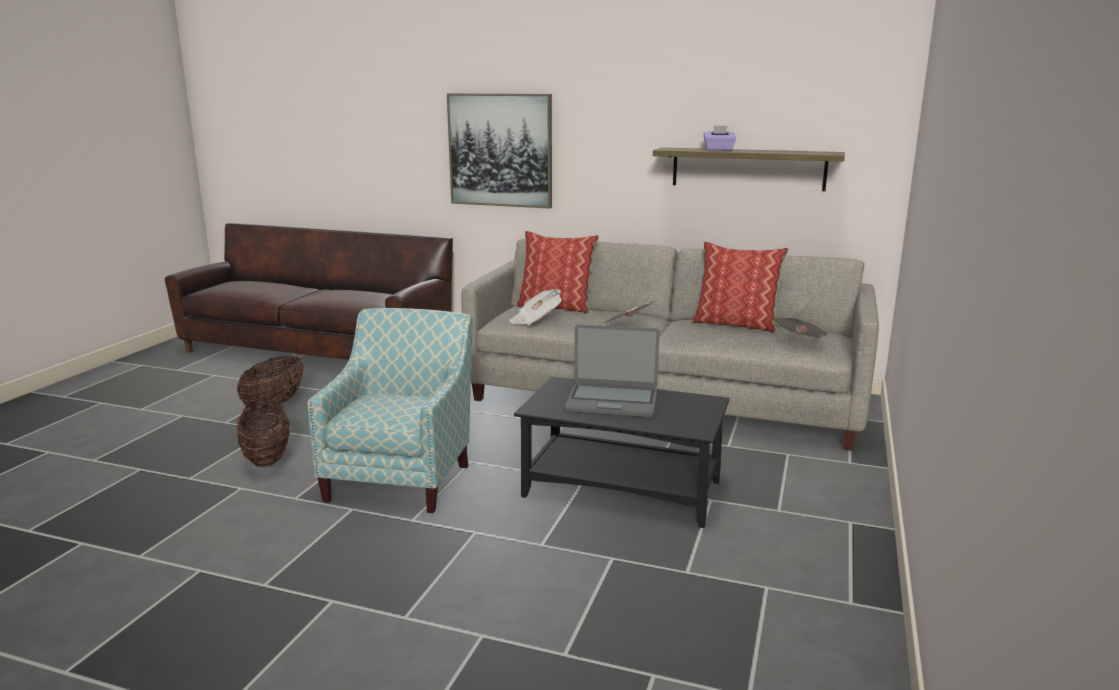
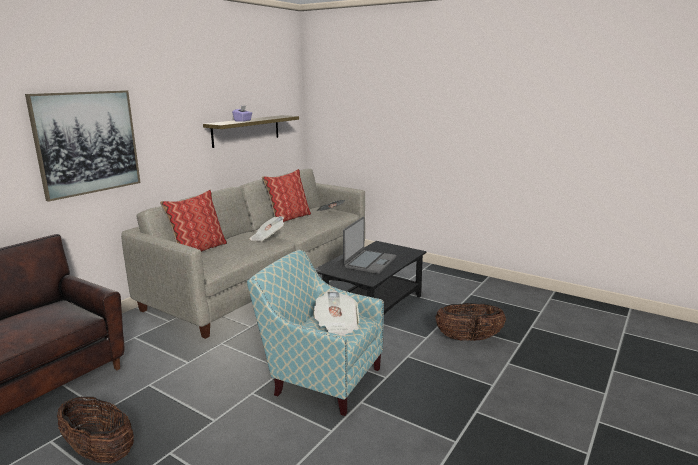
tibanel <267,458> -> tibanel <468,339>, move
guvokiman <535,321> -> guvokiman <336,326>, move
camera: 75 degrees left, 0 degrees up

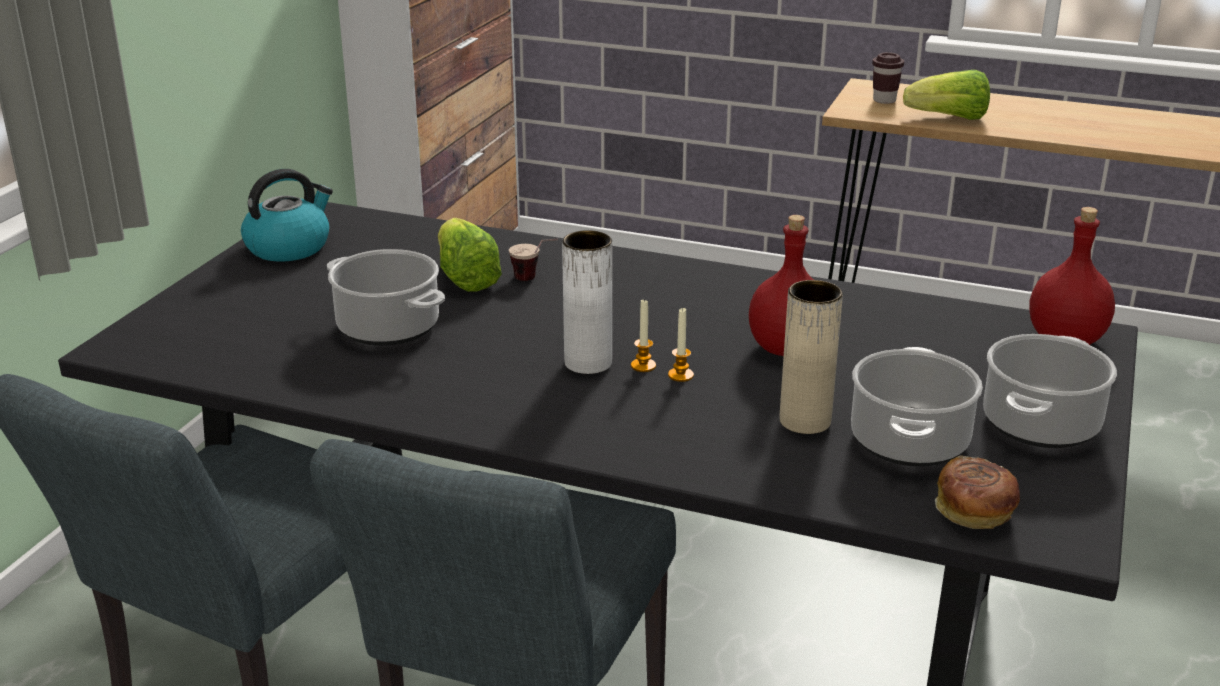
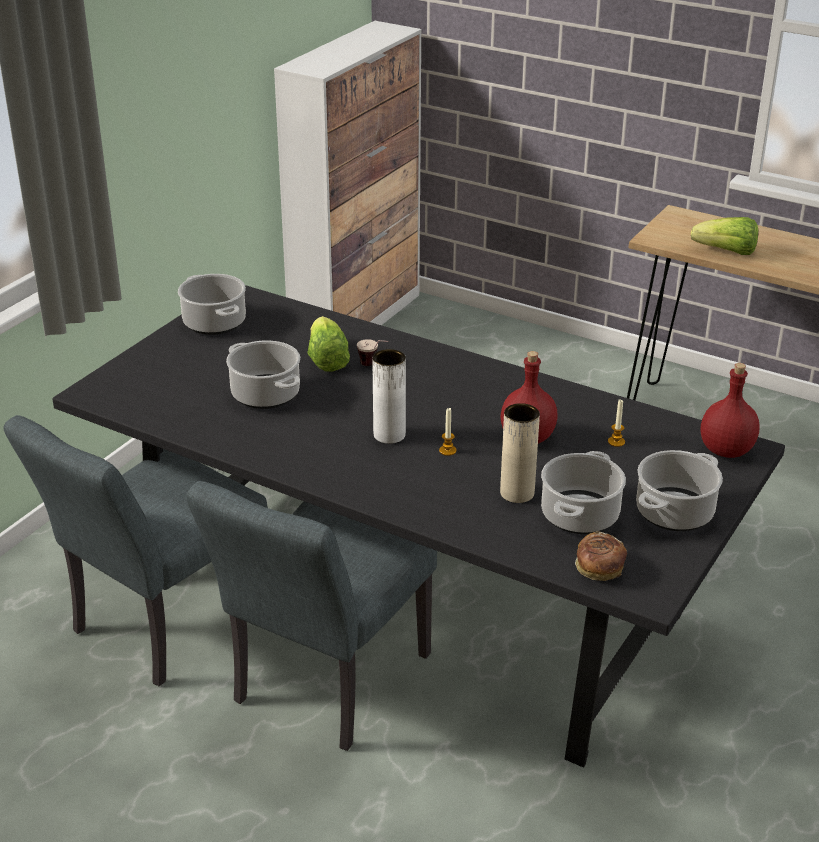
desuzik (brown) <884,100> -> none
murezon <643,366> -> murezon <616,442>, move
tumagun <289,247> -> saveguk <213,322>
camera: 10 degrees right, 5 degrees up

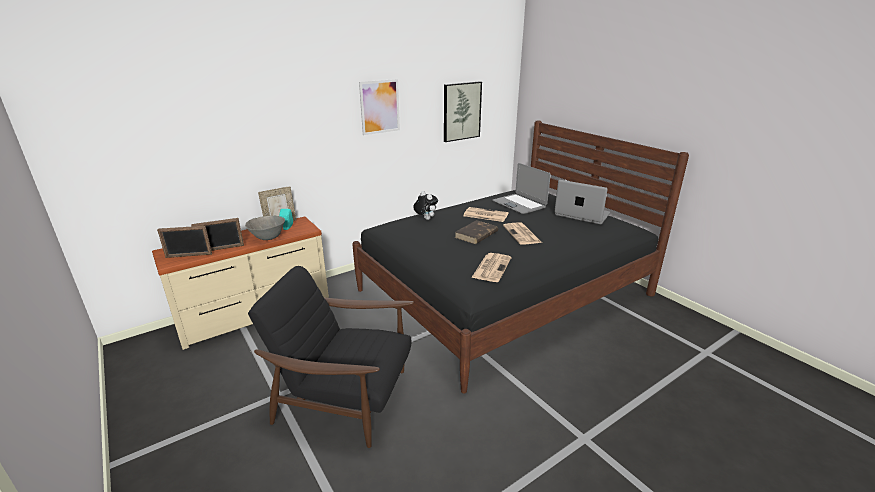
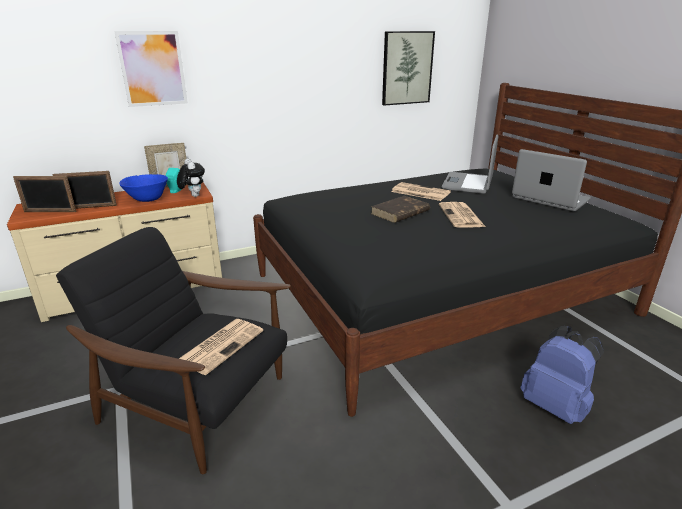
none -> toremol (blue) <555,406>
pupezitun <380,107> -> pupezitun <152,69>, move
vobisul <425,219> -> vobisul <193,196>, move
guvokiman <491,267> -> guvokiman <221,345>, move
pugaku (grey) <268,238> -> pugaku (blue) <147,200>
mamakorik <519,204> -> mamakorik <468,183>, 45 degrees clockwise
camera: 10 degrees right, 0 degrees up

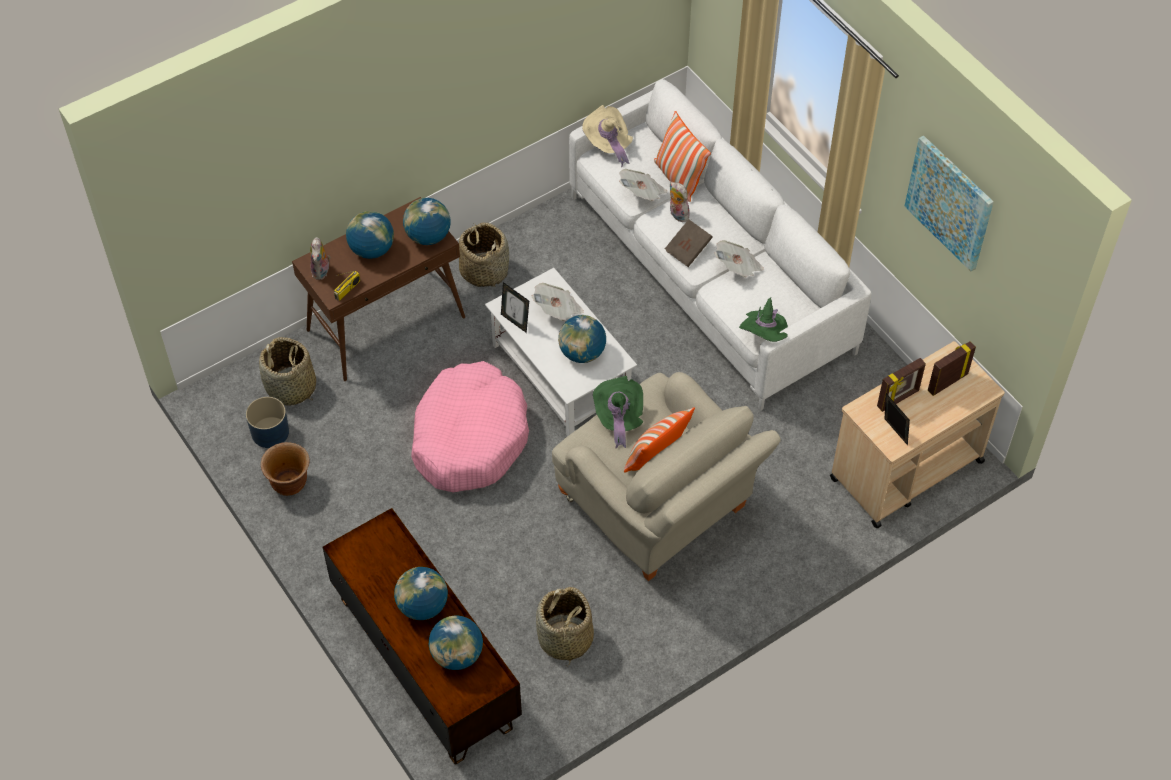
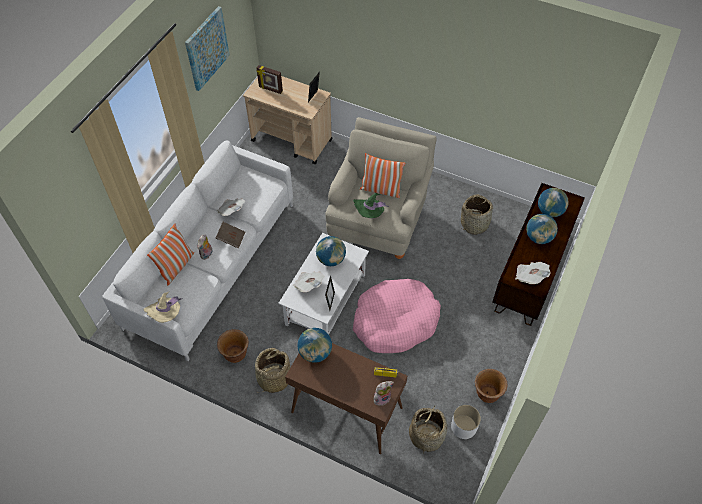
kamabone <372,249> -> none
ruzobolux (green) <764,335> -> none
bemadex <898,399> -> none
none -> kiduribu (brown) <235,354>
guvokiman <642,193> -> guvokiman <530,276>, move
kiduribu (blue) <270,432> -> kiduribu (white) <463,427>
camera: 120 degrees left, 0 degrees up

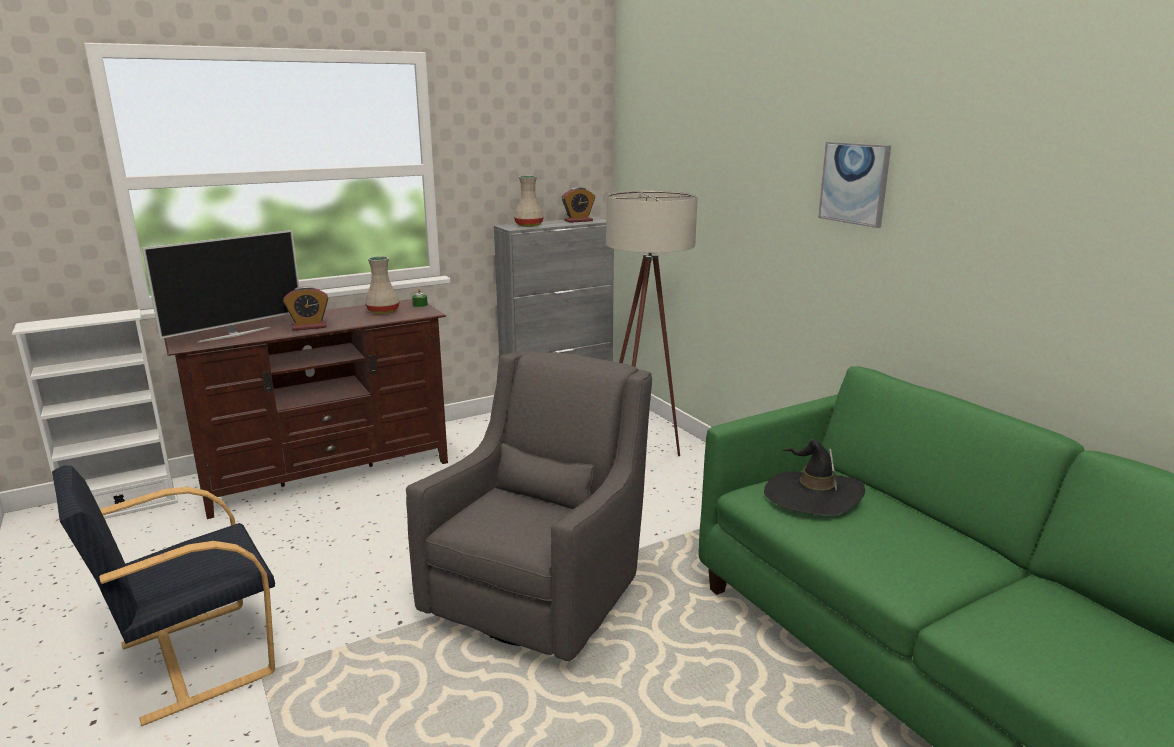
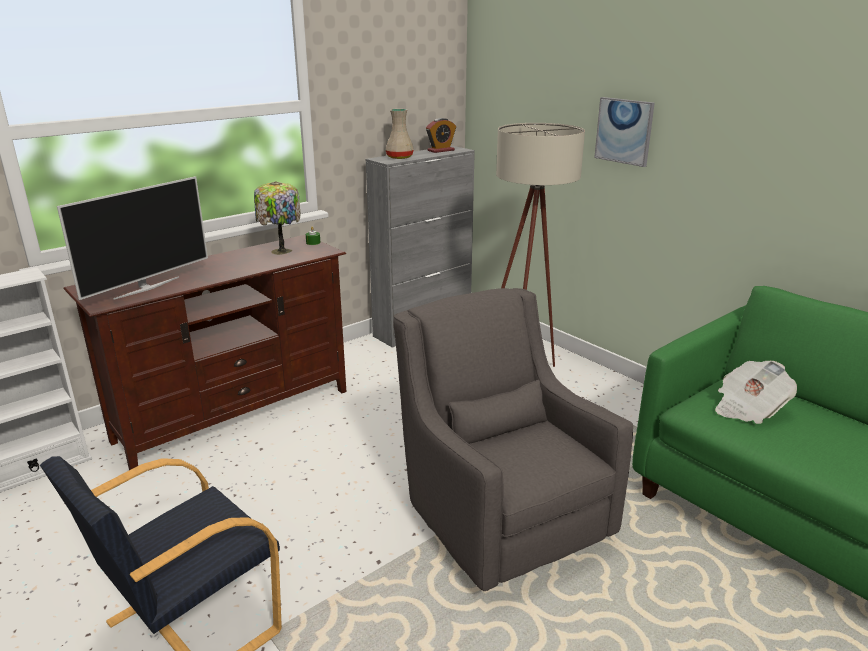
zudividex <309,327> -> none
pupezitun <854,183> -> pupezitun <624,131>, move
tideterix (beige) <382,311> -> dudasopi <280,252>
ruzobolux (black) <812,496> -> guvokiman <748,408>
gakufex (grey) <542,597> -> gakufex (grey) <499,519>, 45 degrees counterclockwise
camera: 10 degrees left, 5 degrees up

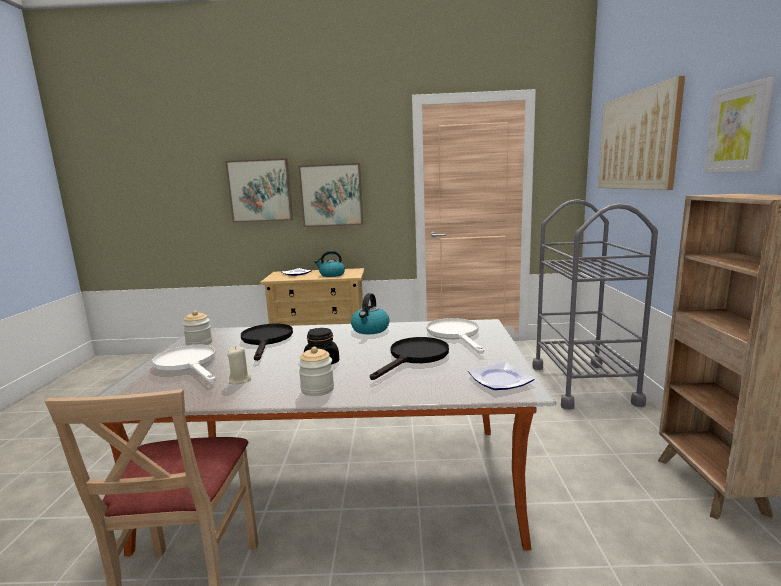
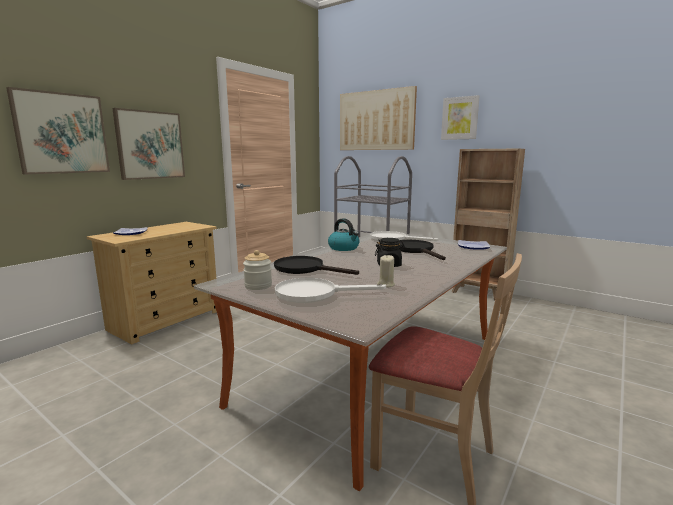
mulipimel <317,389> -> none
tumagun <331,275> -> none
camera: 55 degrees left, 0 degrees up

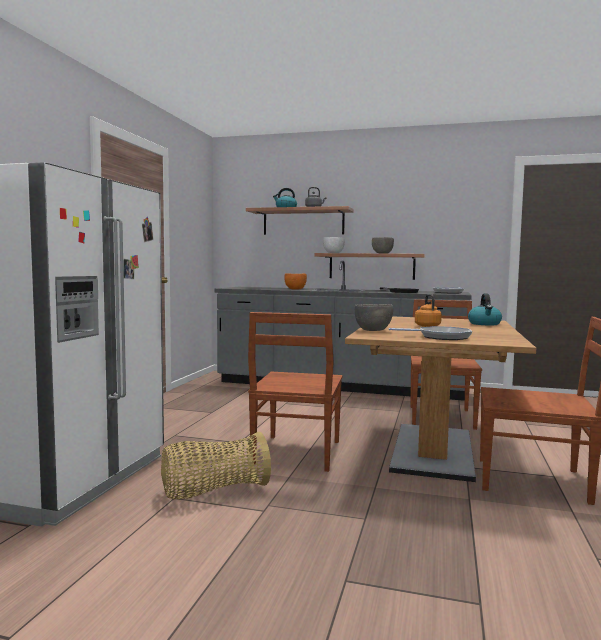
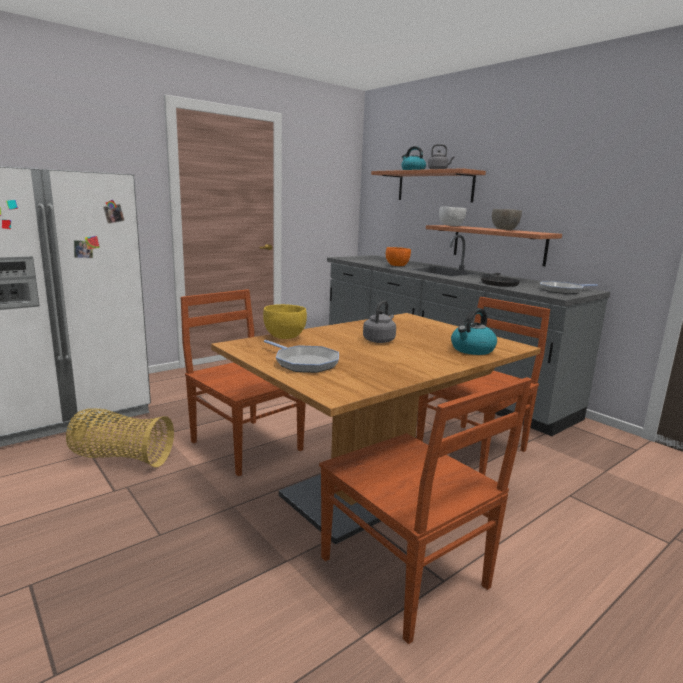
pugaku (grey) <373,330> -> pugaku (yellow) <285,337>
tumagun (orange) <427,326> -> tumagun (grey) <379,340>
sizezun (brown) <296,453> -> sizezun (brown) <245,444>, 90 degrees clockwise
camera: 35 degrees right, 10 degrees up

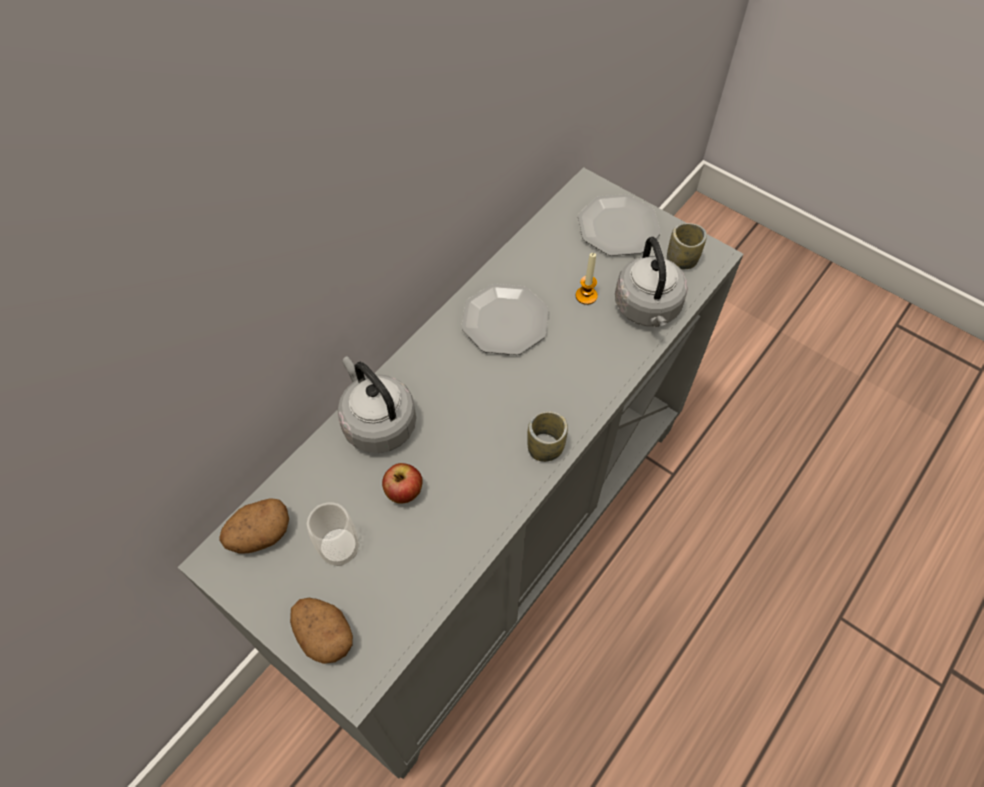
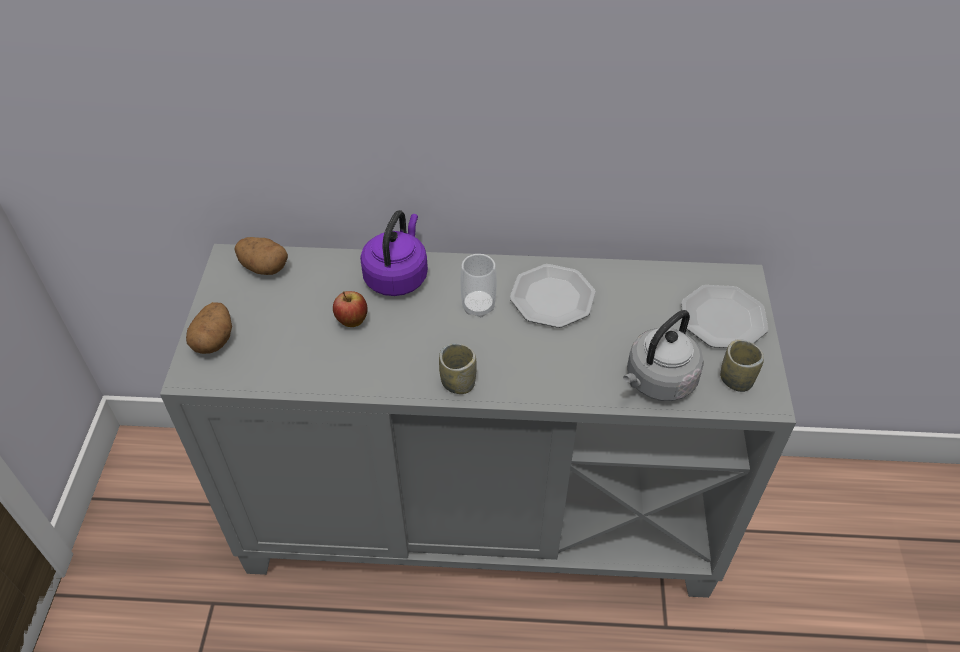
murezon <586,296> -> none
desuzik <339,548> -> desuzik <478,306>, move
tumagun (grey) <377,422> -> tumagun (purple) <397,276>
camera: 55 degrees right, 10 degrees down

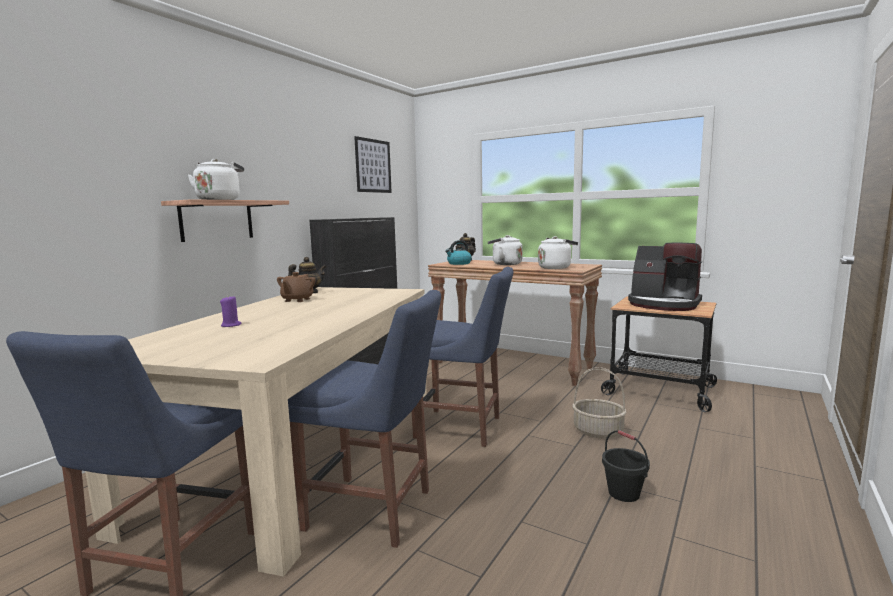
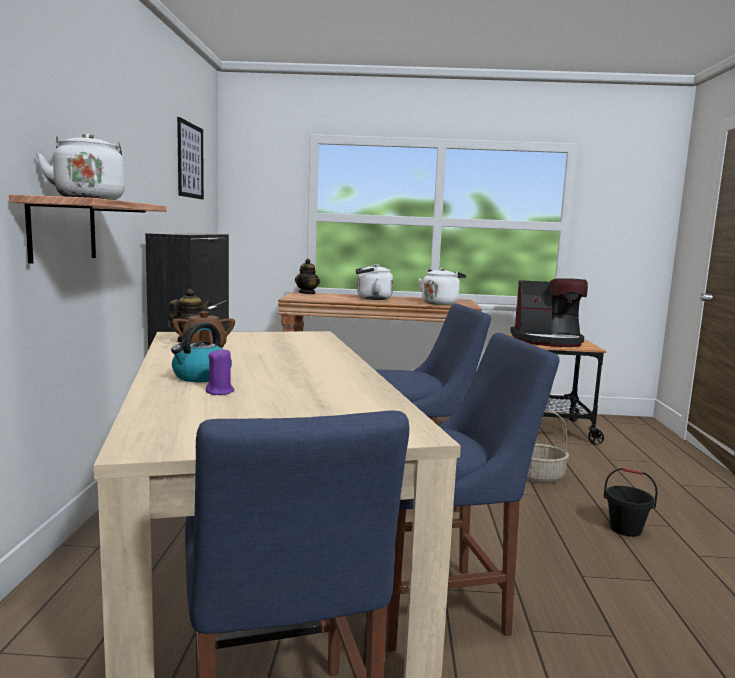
tumagun <459,263> -> tumagun <201,377>, move
camera: 30 degrees left, 0 degrees up

